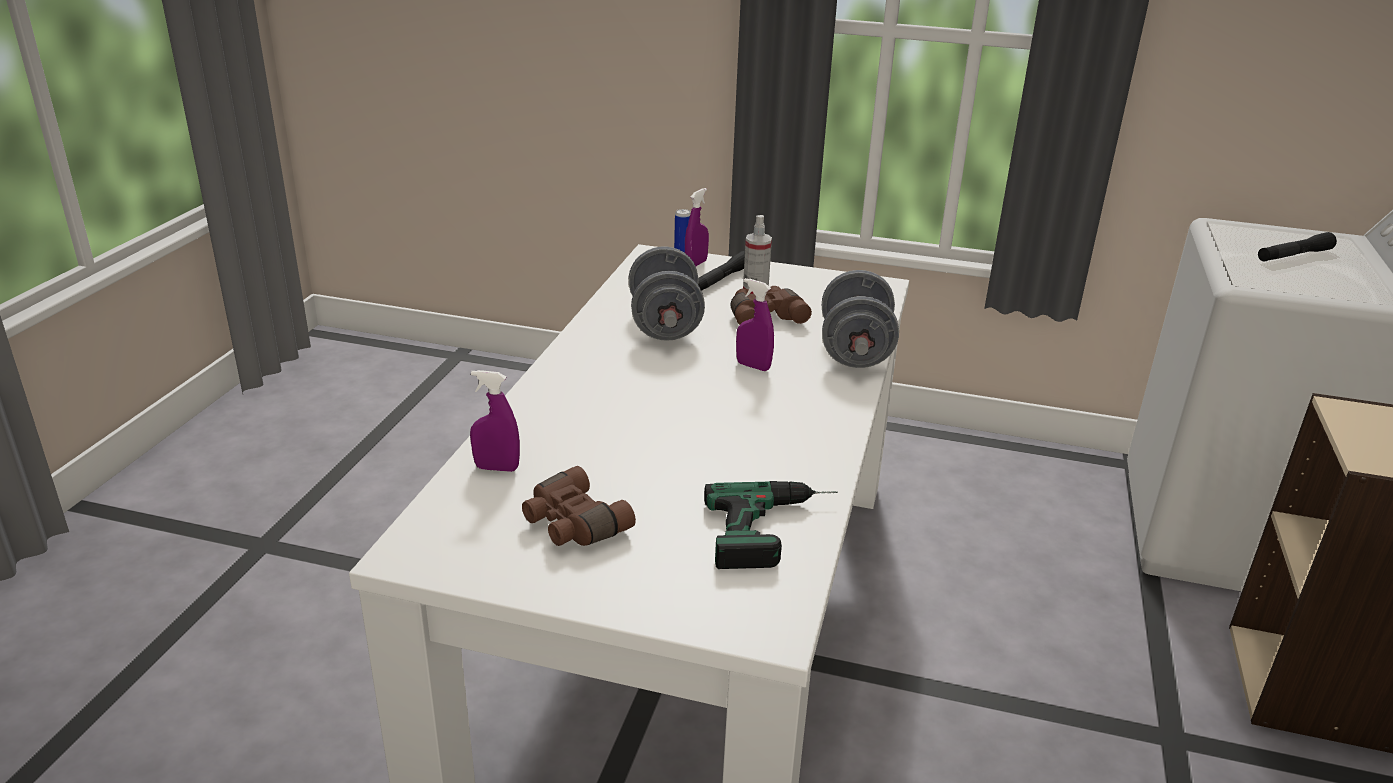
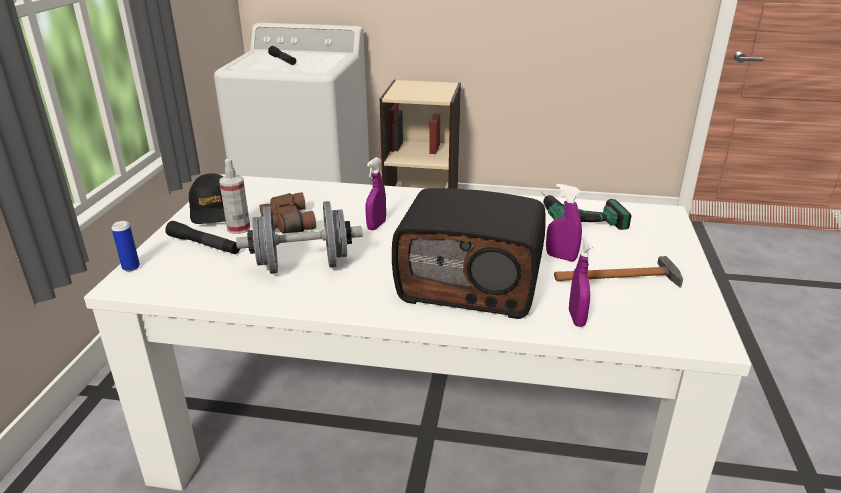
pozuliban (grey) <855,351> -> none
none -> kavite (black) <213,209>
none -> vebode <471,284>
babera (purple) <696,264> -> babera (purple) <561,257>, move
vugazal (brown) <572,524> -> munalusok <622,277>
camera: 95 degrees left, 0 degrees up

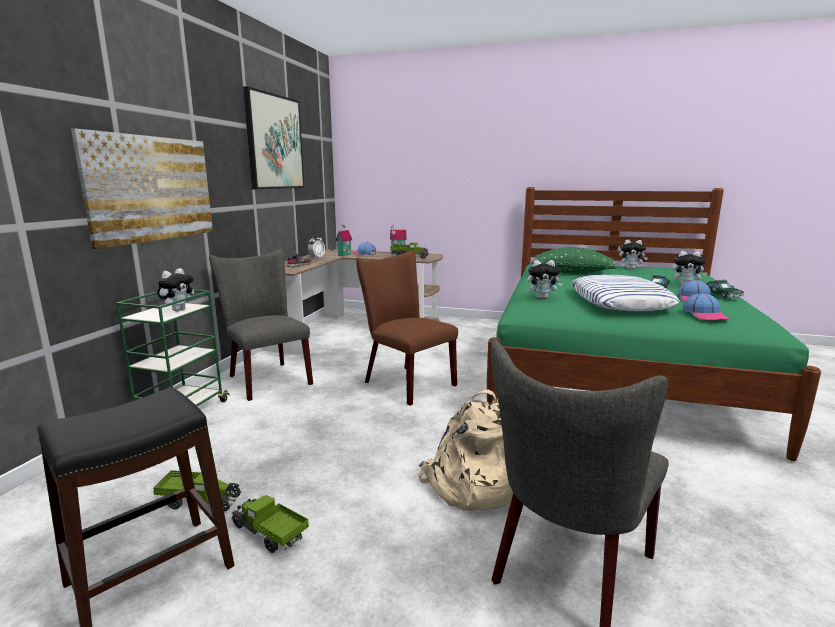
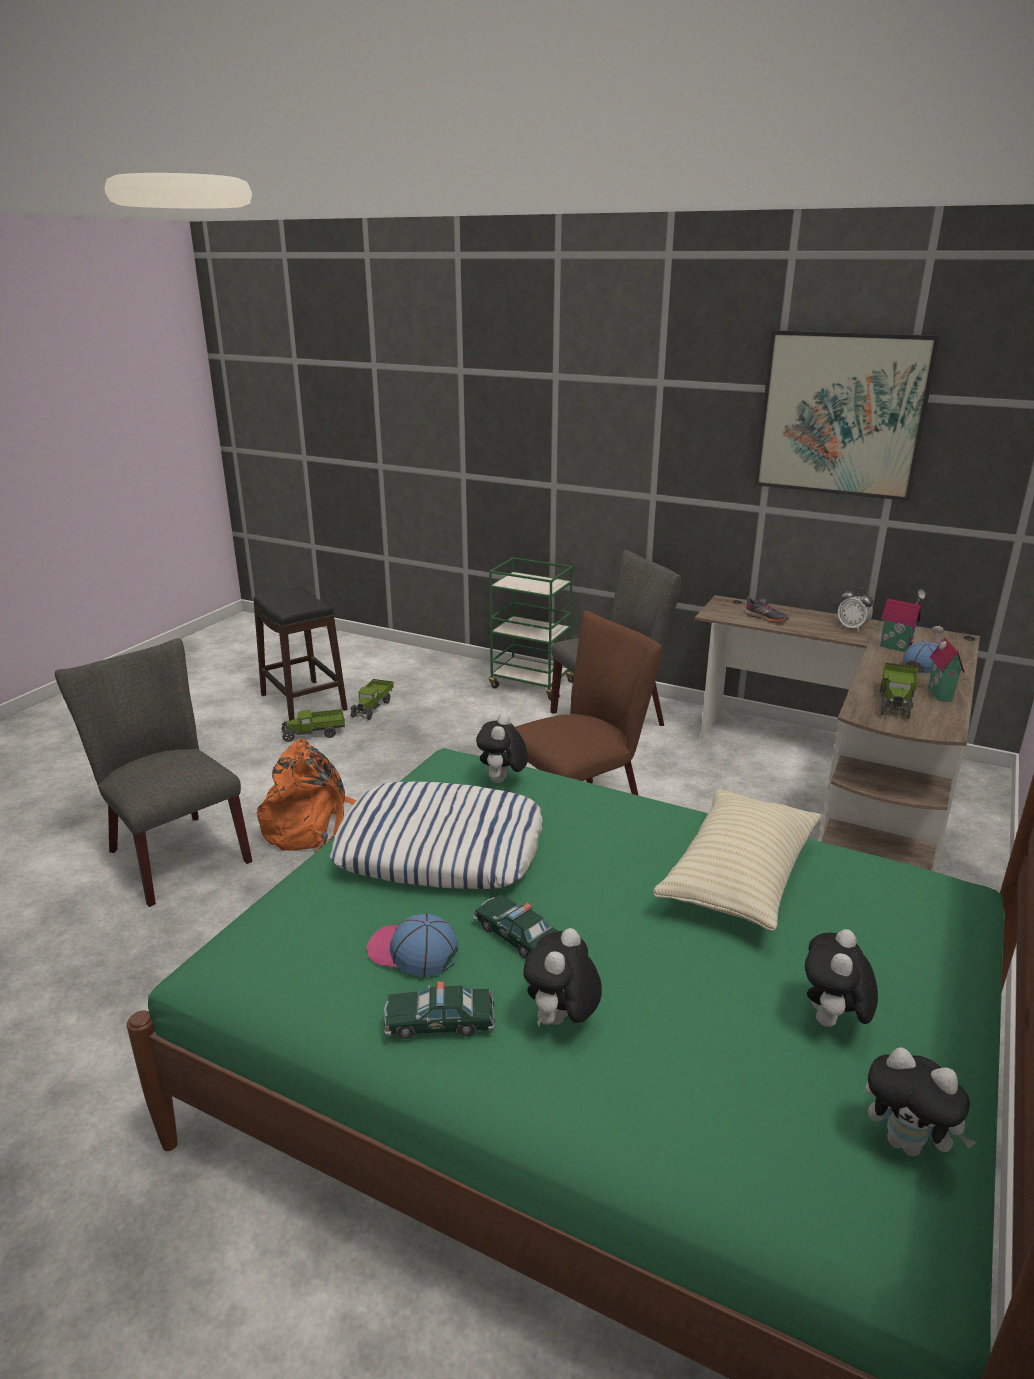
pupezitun <152,188> -> none
kavite <705,315> -> none
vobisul <178,310> -> vobisul <908,1143>, move
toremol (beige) <471,486> -> toremol (orange) <312,827>
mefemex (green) <572,273> -> mefemex (beige) <738,877>
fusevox <269,534> -> fusevox <314,734>, 150 degrees counterclockwise
camera: 100 degrees right, 10 degrees up

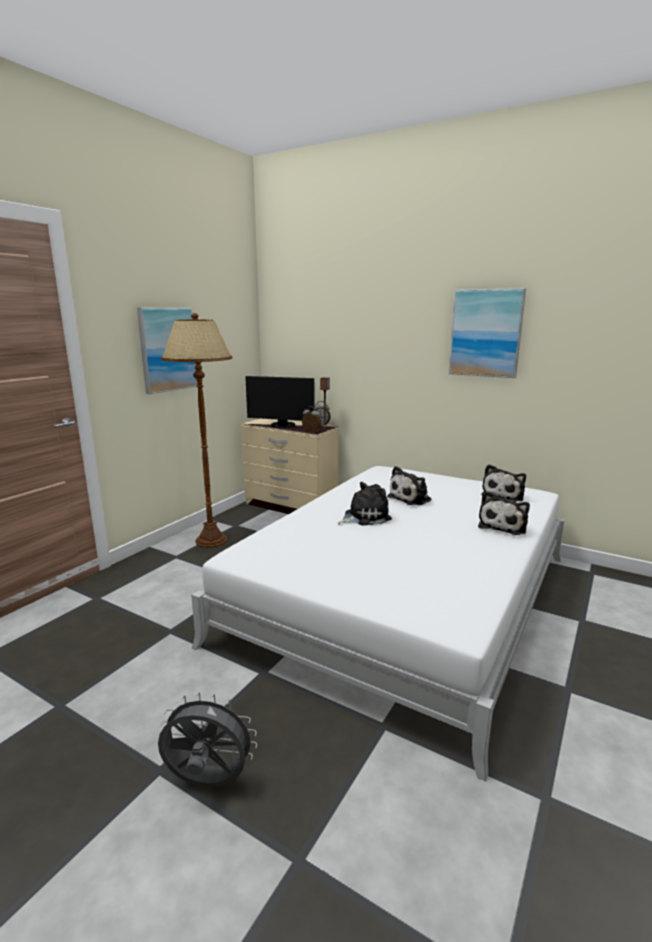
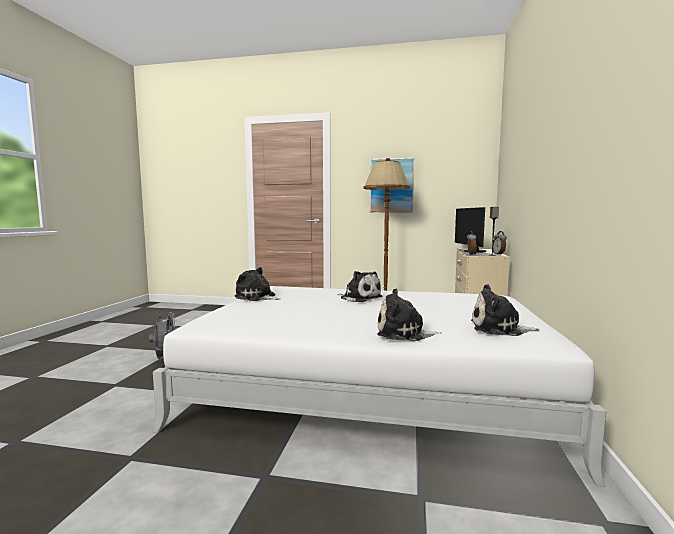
pupezitun <486,333> -> none
vobisul <411,498> -> vobisul <257,297>, move
camera: 70 degrees right, 10 degrees down

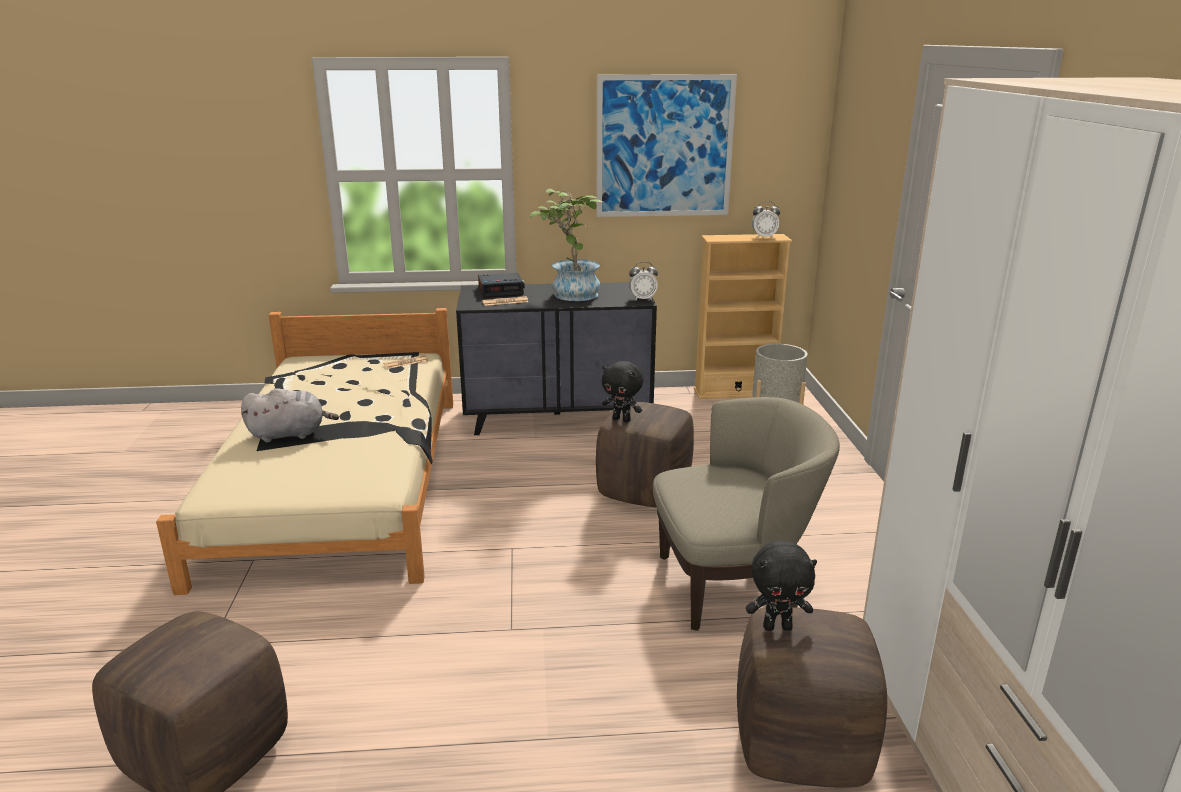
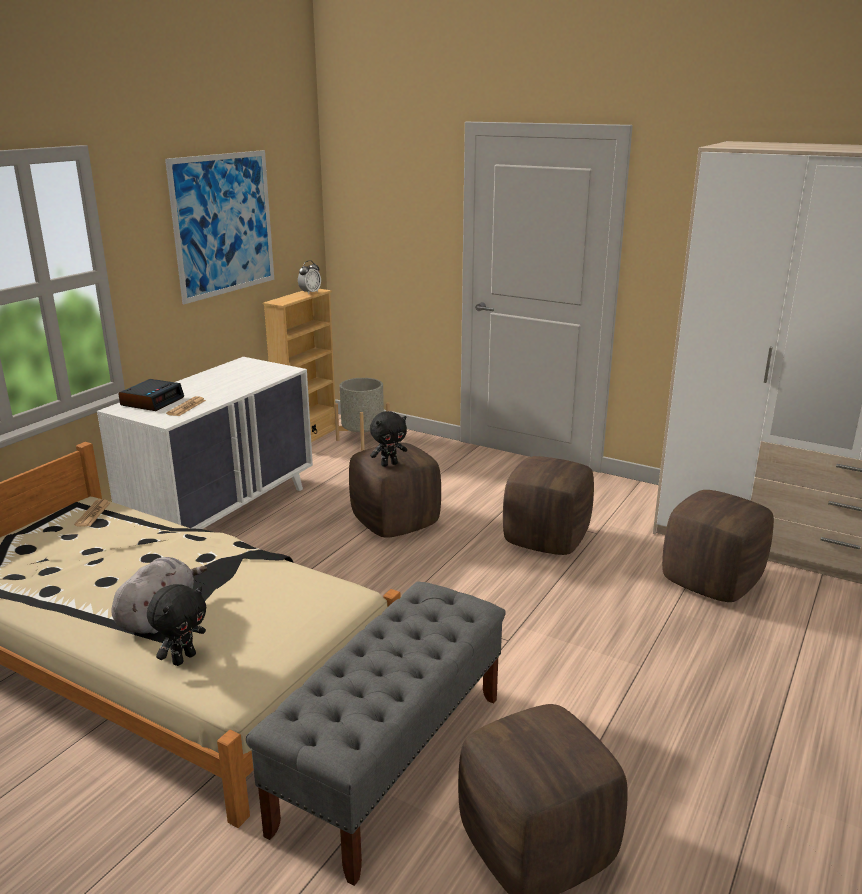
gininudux <569,293> -> none
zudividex <642,299> -> none
none -> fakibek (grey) <392,760>
vobisul (black) <777,626> -> vobisul (black) <183,658>, move
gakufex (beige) <732,585> -> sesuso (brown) <547,540>
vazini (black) <558,417> -> vazini (white) <223,512>
camera: 55 degrees left, 0 degrees up

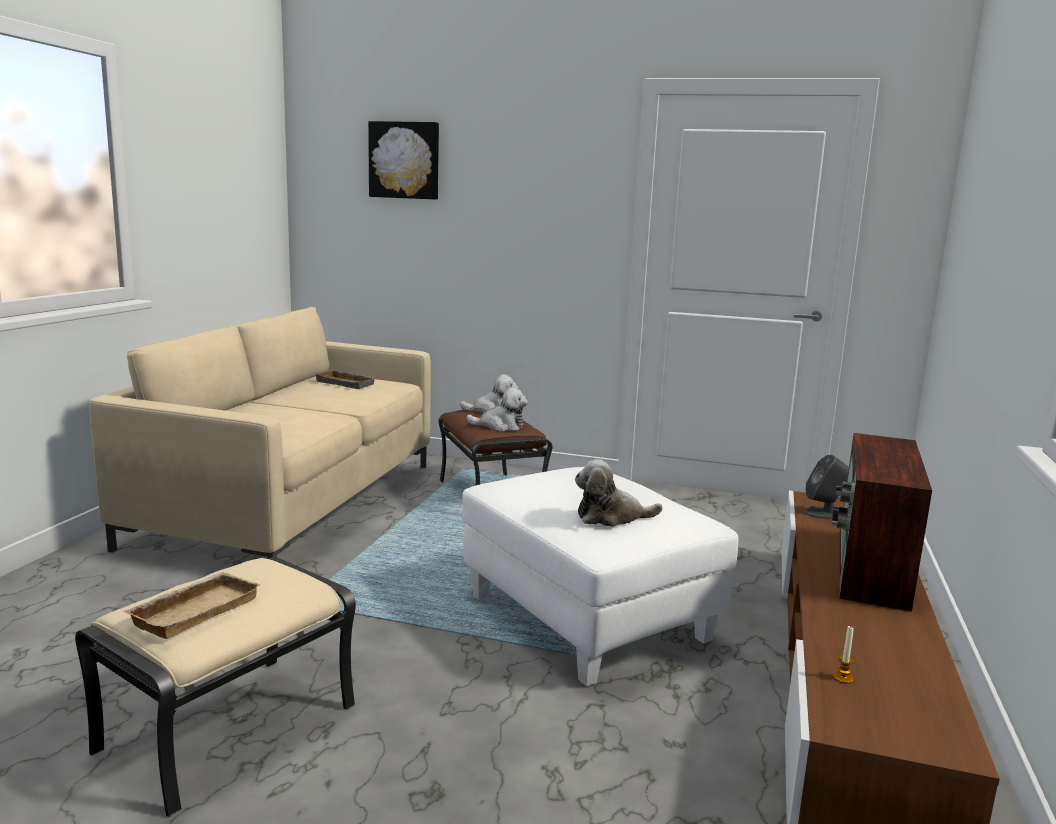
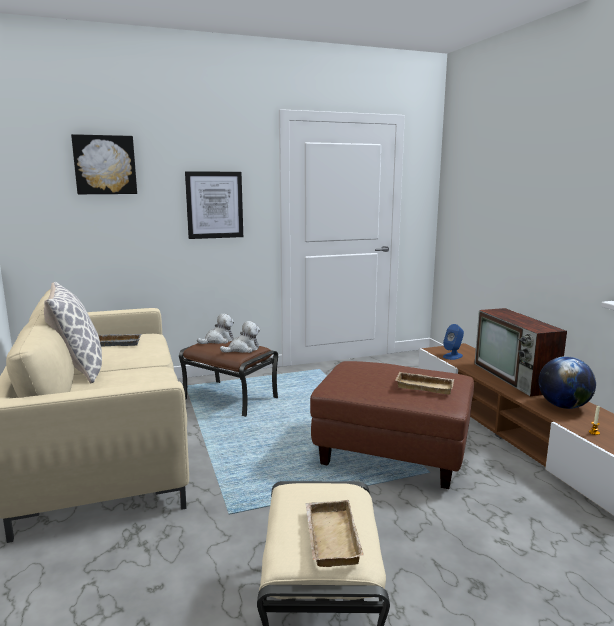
none -> mefemex <79,369>
none -> pupezitun <214,205>
none -> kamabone <563,406>
vobisul <611,517> -> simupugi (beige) <425,386>
sesuso (white) <588,619> -> sesuso (brown) <393,453>
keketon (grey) <824,513> -> keketon (blue) <453,356>
camera: 35 degrees left, 0 degrees up

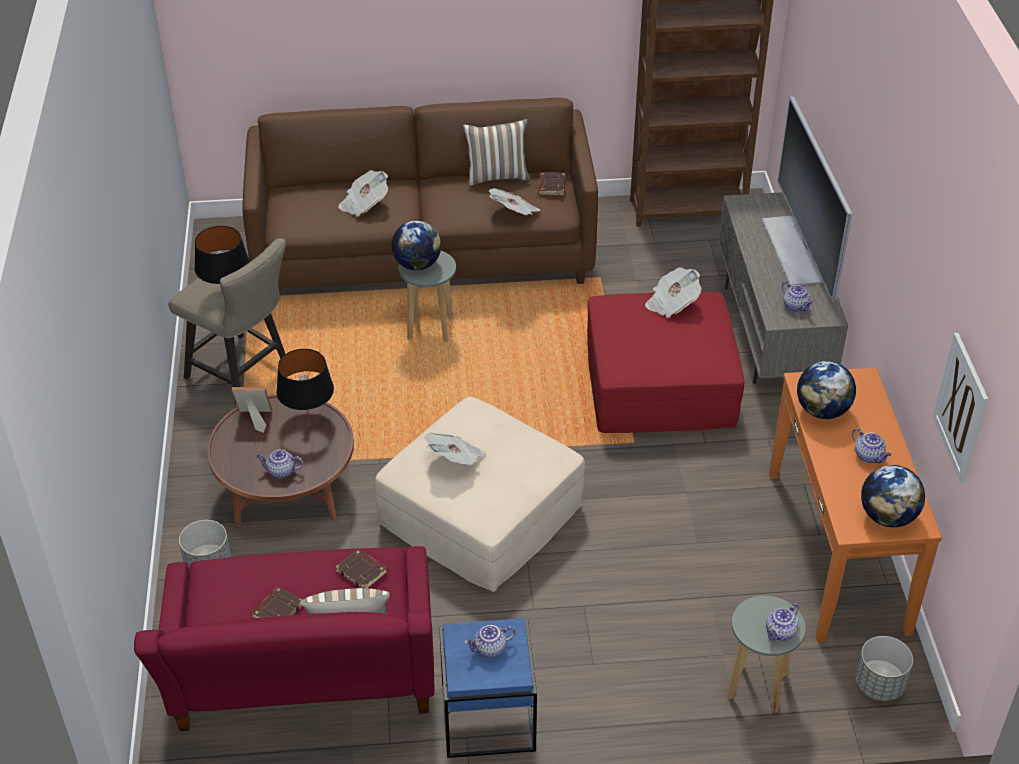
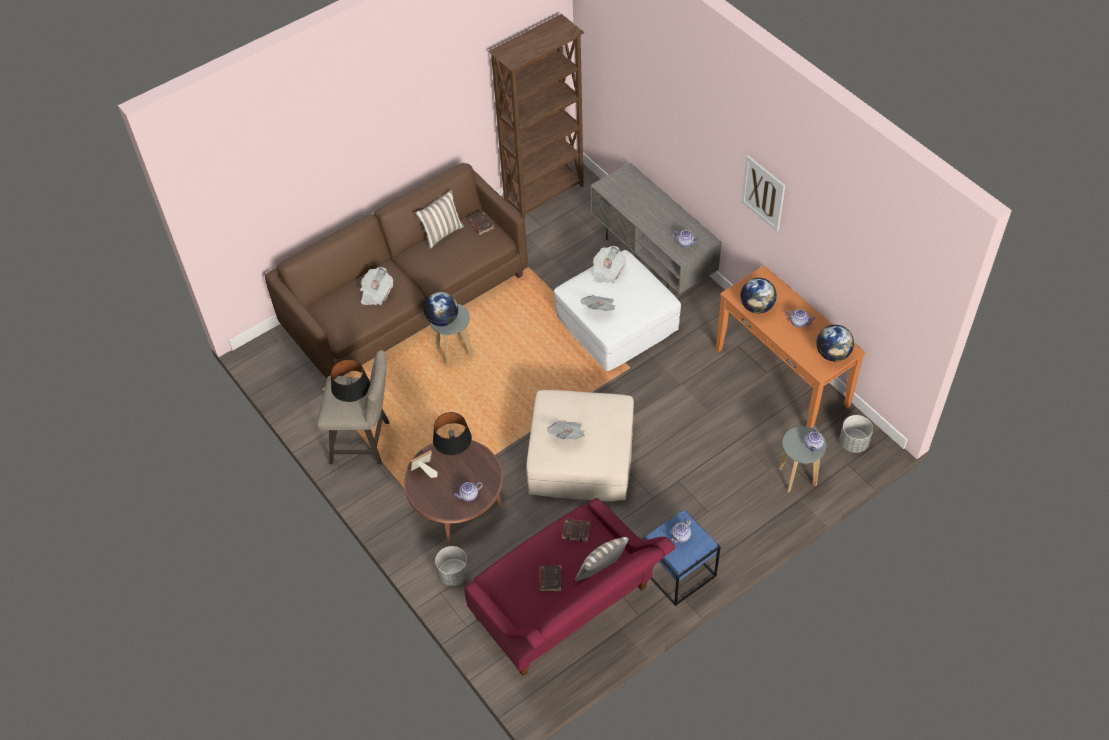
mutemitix <794,250> -> none
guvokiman <514,213> -> guvokiman <599,309>, move
pupezitun <961,407> -> pupezitun <763,193>, move
sesuso (red) <661,384> -> sesuso (white) <617,322>
camera: 30 degrees left, 10 degrees up

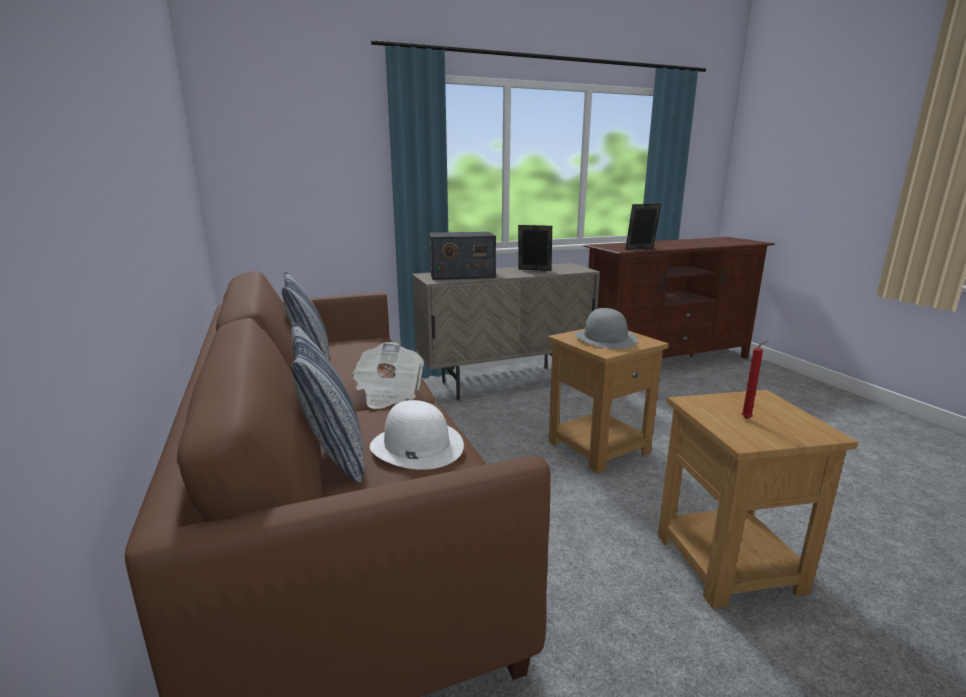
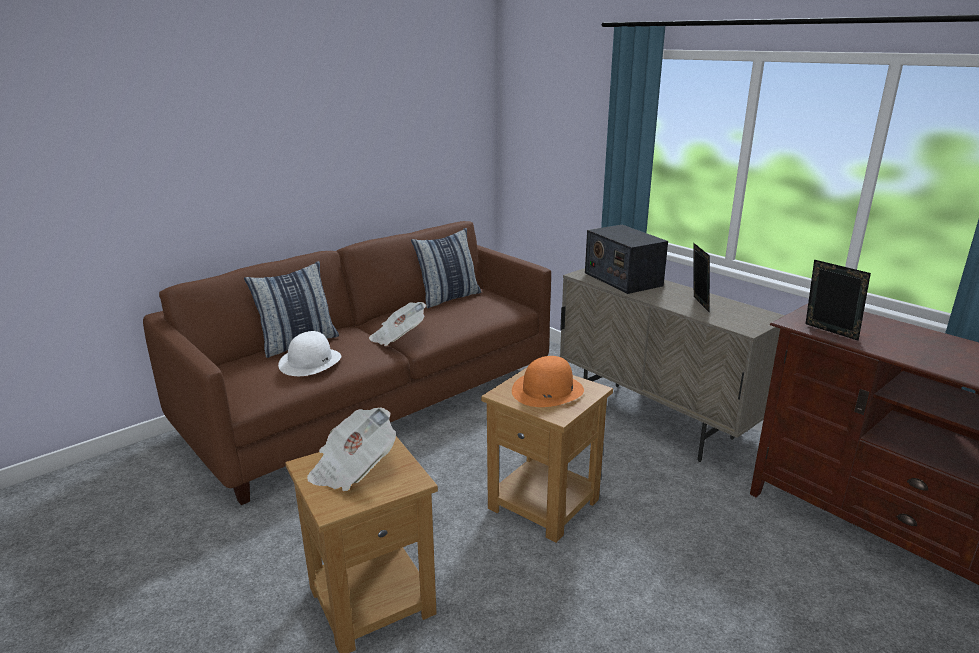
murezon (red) <747,419> -> guvokiman <352,468>
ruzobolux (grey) <605,339> -> ruzobolux (orange) <547,390>
camera: 70 degrees right, 5 degrees up

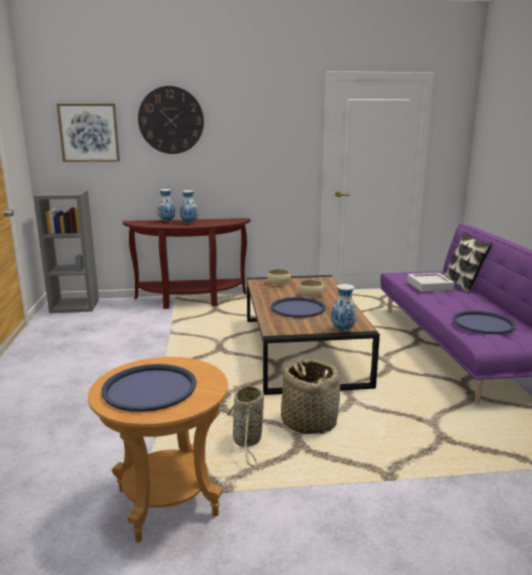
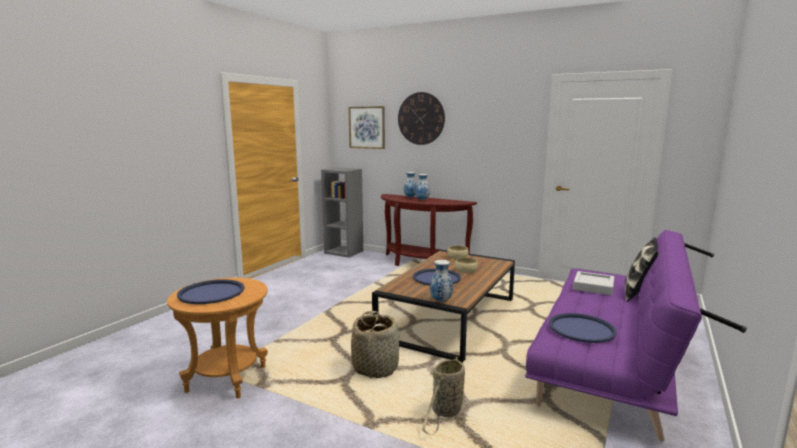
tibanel <247,441> -> tibanel <446,412>, move
camera: 35 degrees right, 5 degrees down

